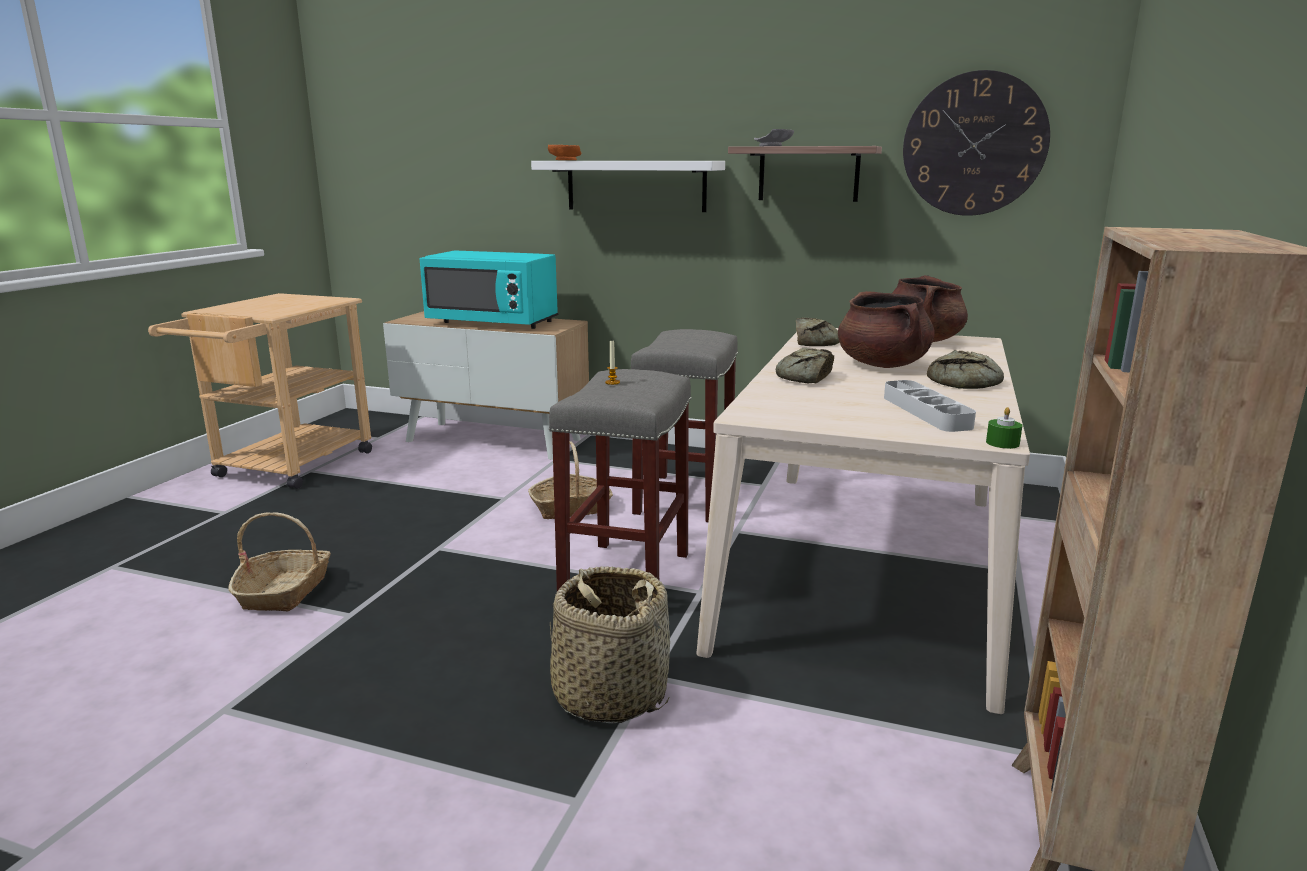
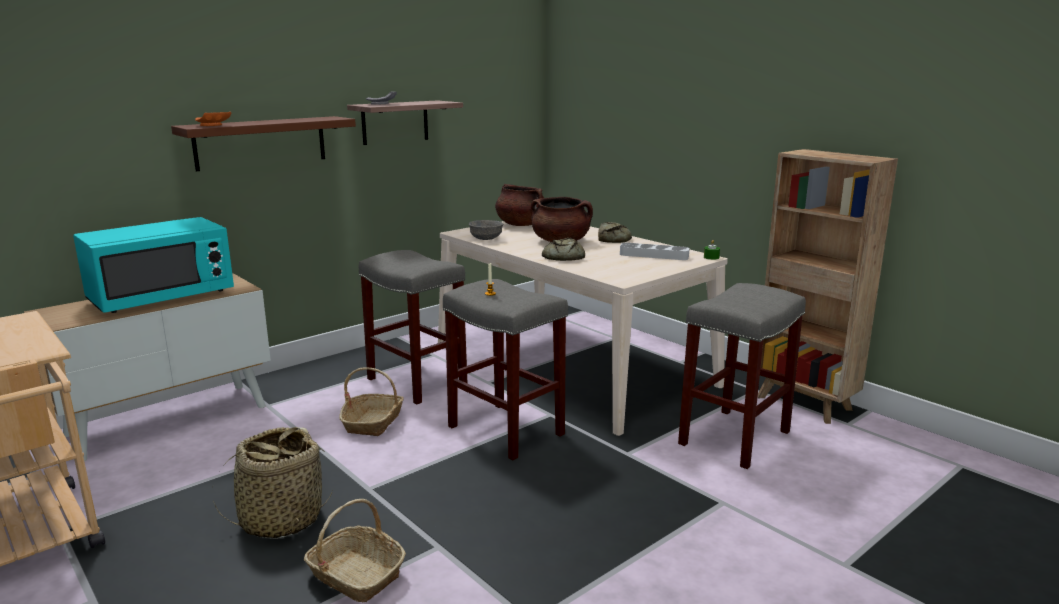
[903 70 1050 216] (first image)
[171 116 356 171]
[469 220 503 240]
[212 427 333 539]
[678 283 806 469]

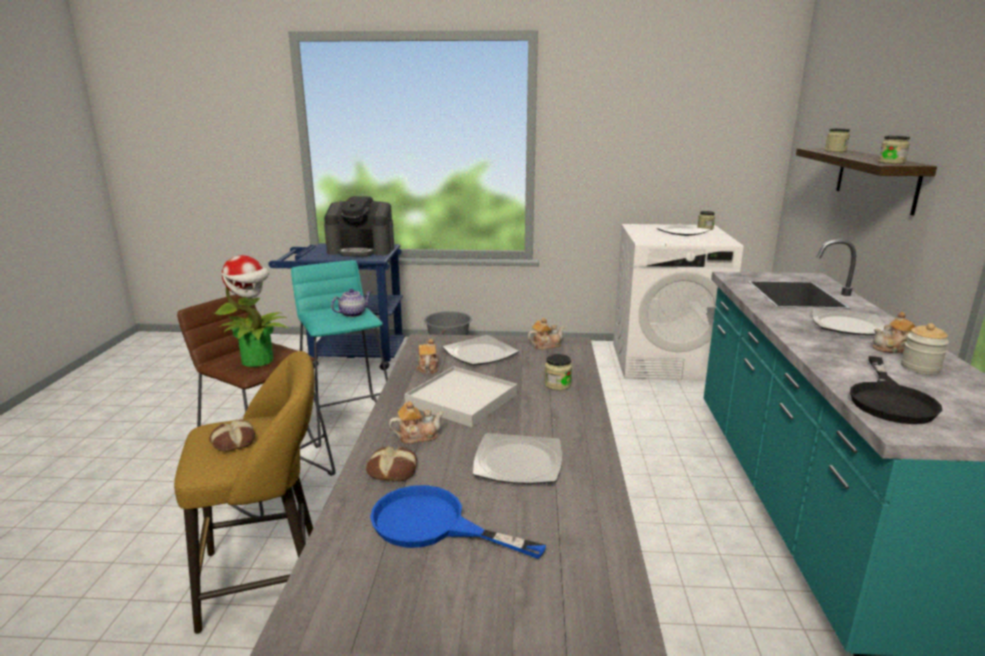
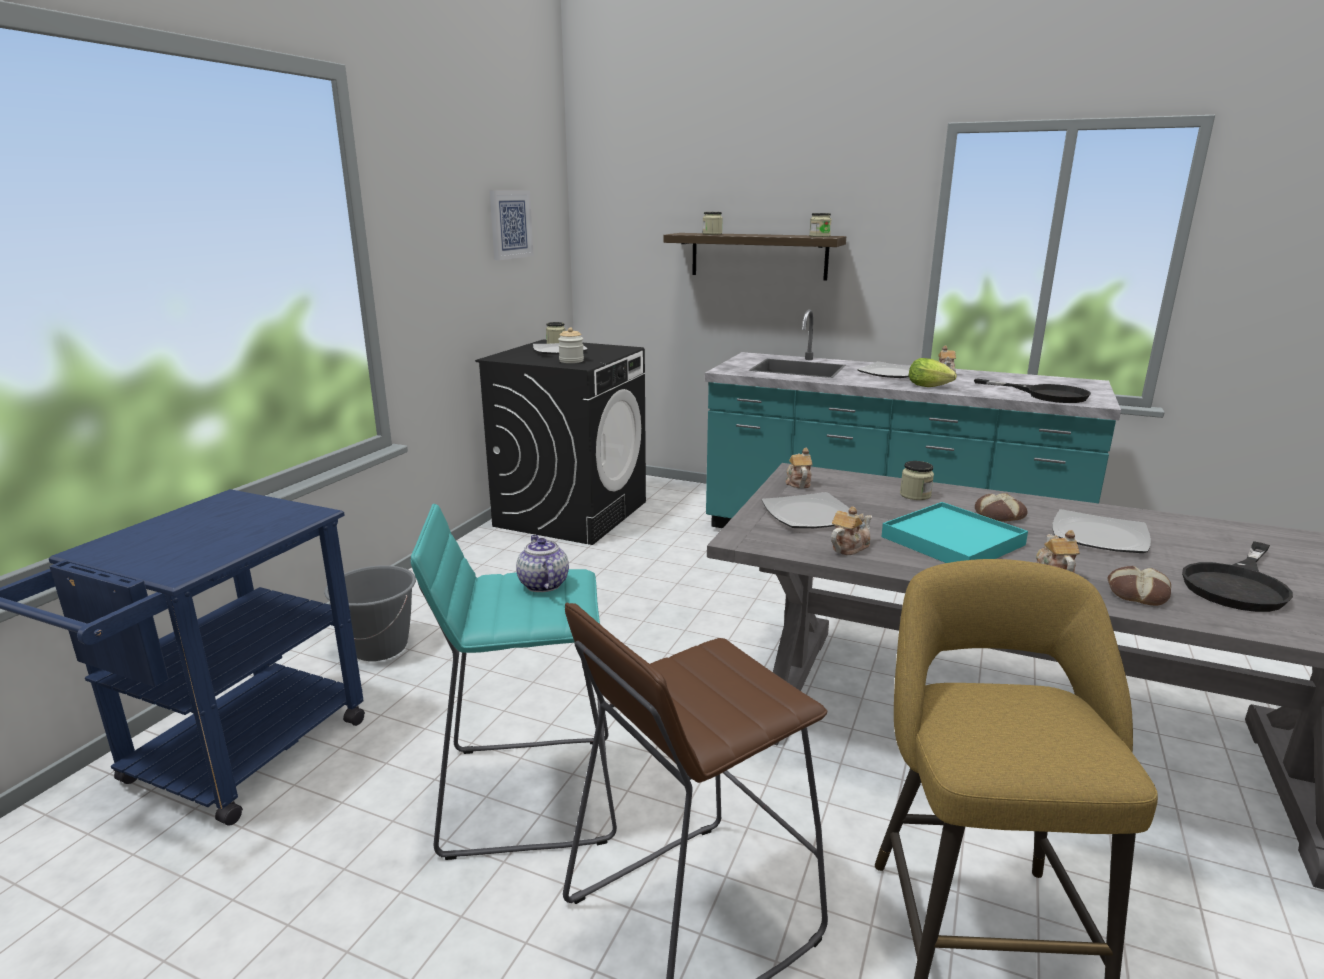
[324 196 394 257] (first image)
[475 339 646 545]
[214 255 289 367] (first image)
[558 327 584 363]
[831 507 872 555]
[881 502 1028 563]
[975 493 1027 522]
[1182 541 1293 612]
[490 191 534 260]
[909 358 957 387]

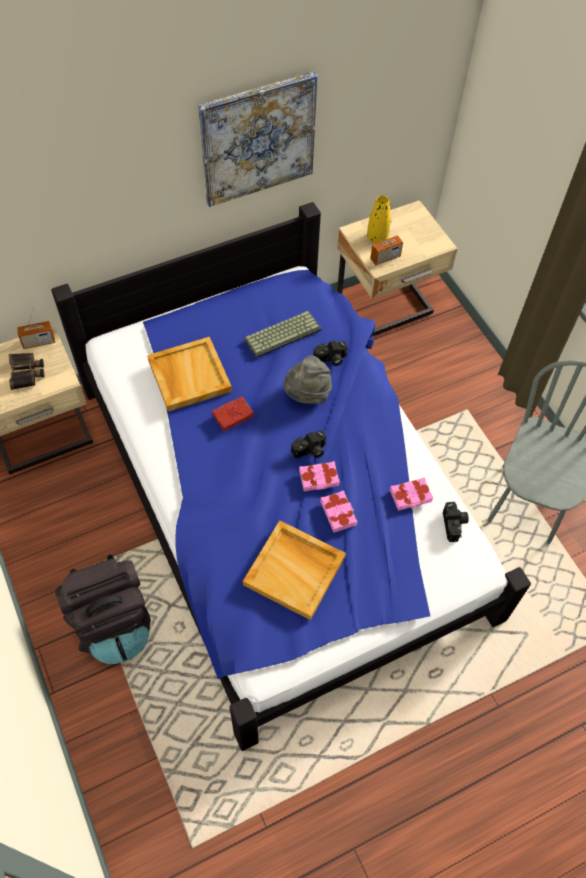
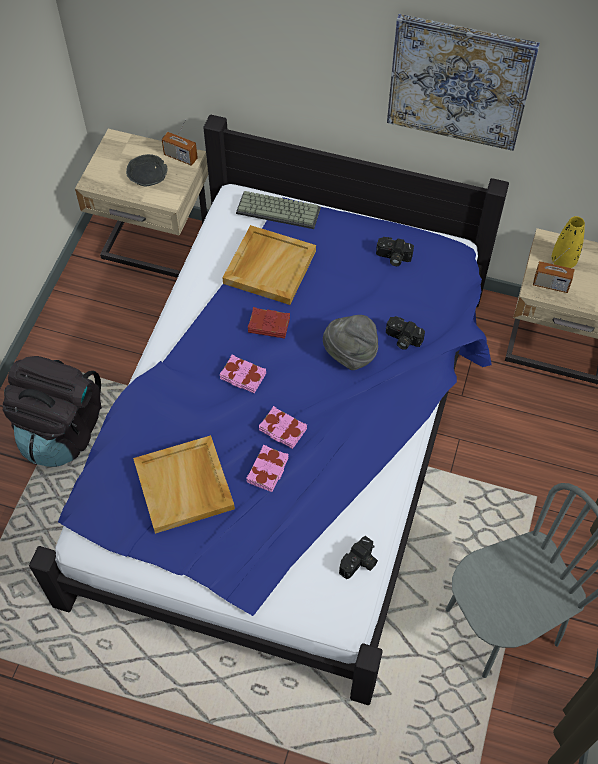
[236 191 321 229]
[126 154 167 186]
[376 237 414 266]
[220 355 266 393]

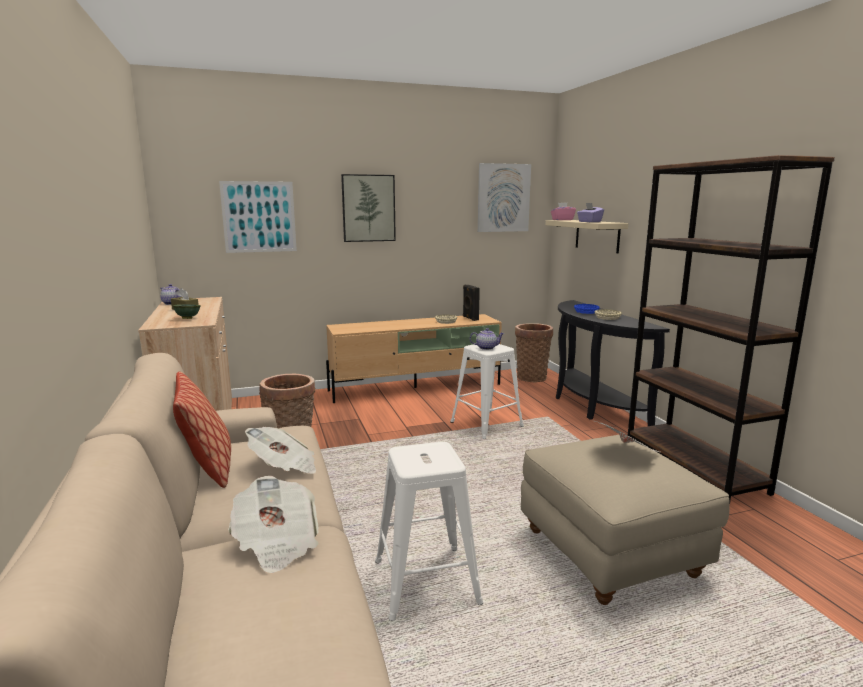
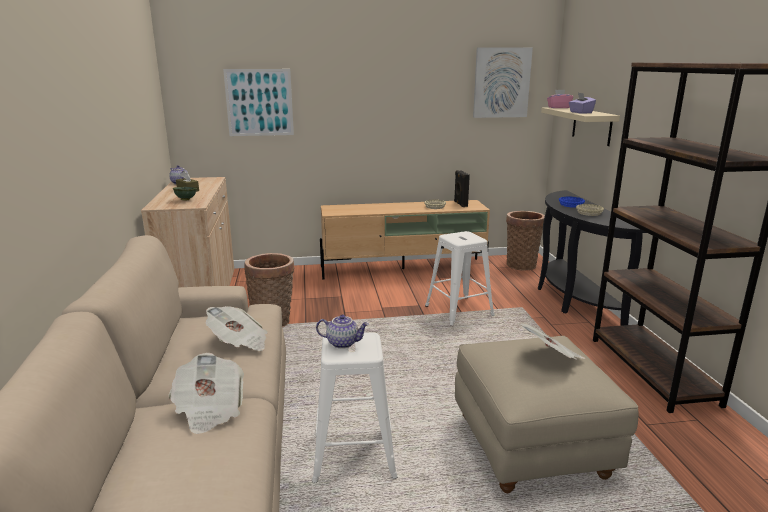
[341 174 396 242] (first image)
[316 315 369 349]
[173 371 231 488] (first image)

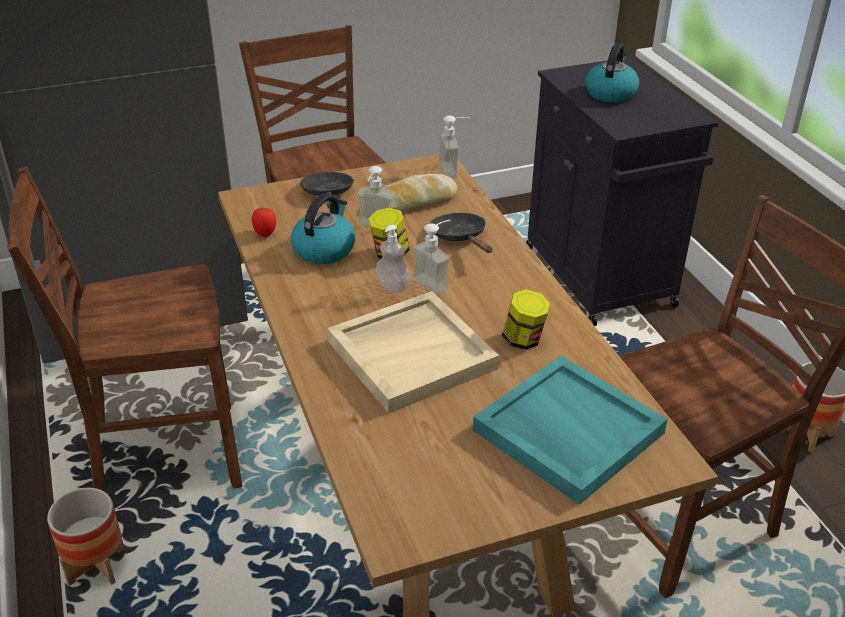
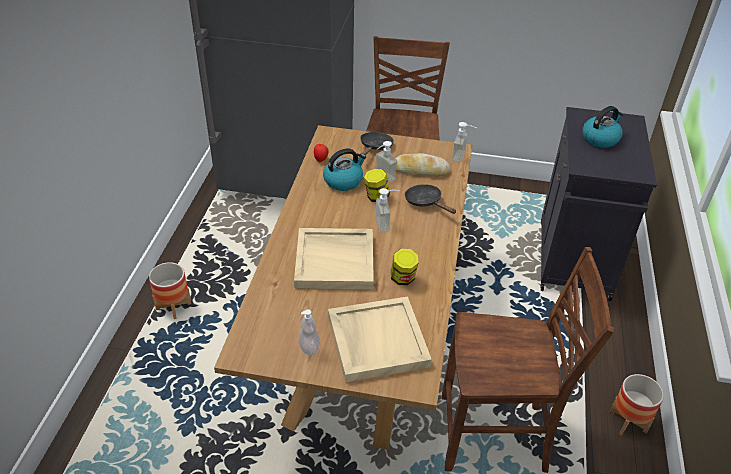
[7 167 242 492] (first image)
[405 184 456 214]
[299 309 320 355]
[328 296 432 383]

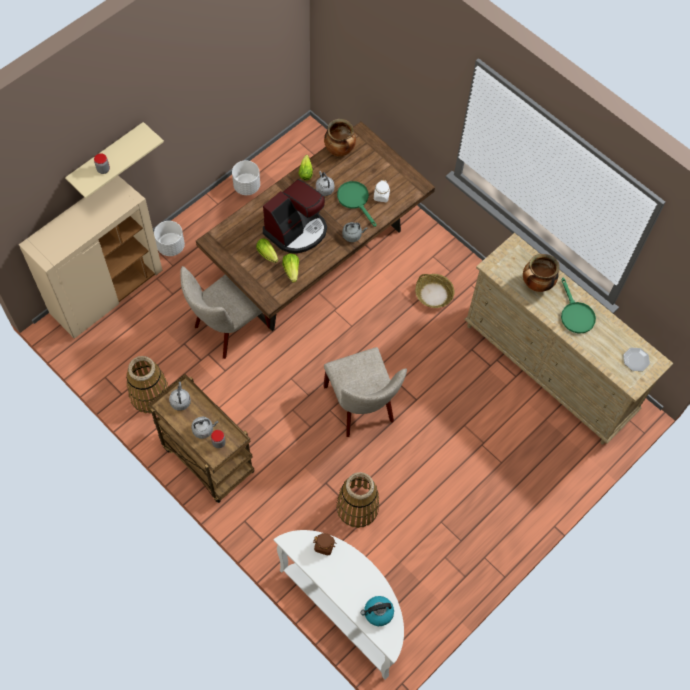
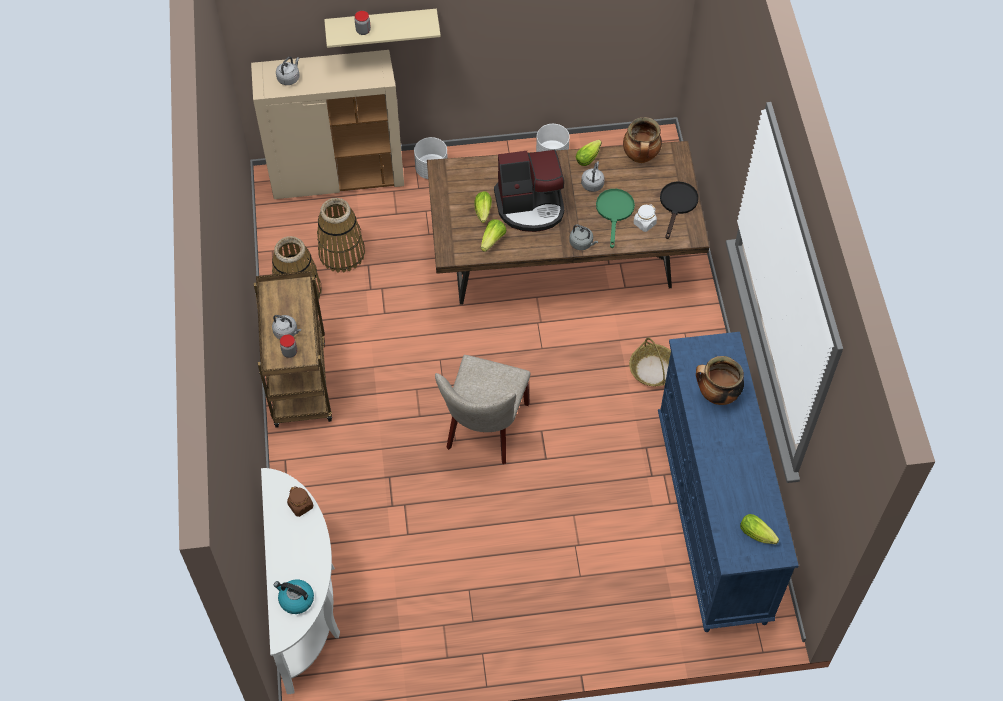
[658 332 799 632]
[180 266 270 359] (first image)
[561 278 596 334] (first image)
[740 514 779 544]
[276 56 300 85]
[317 198 365 272]
[660 181 699 239]

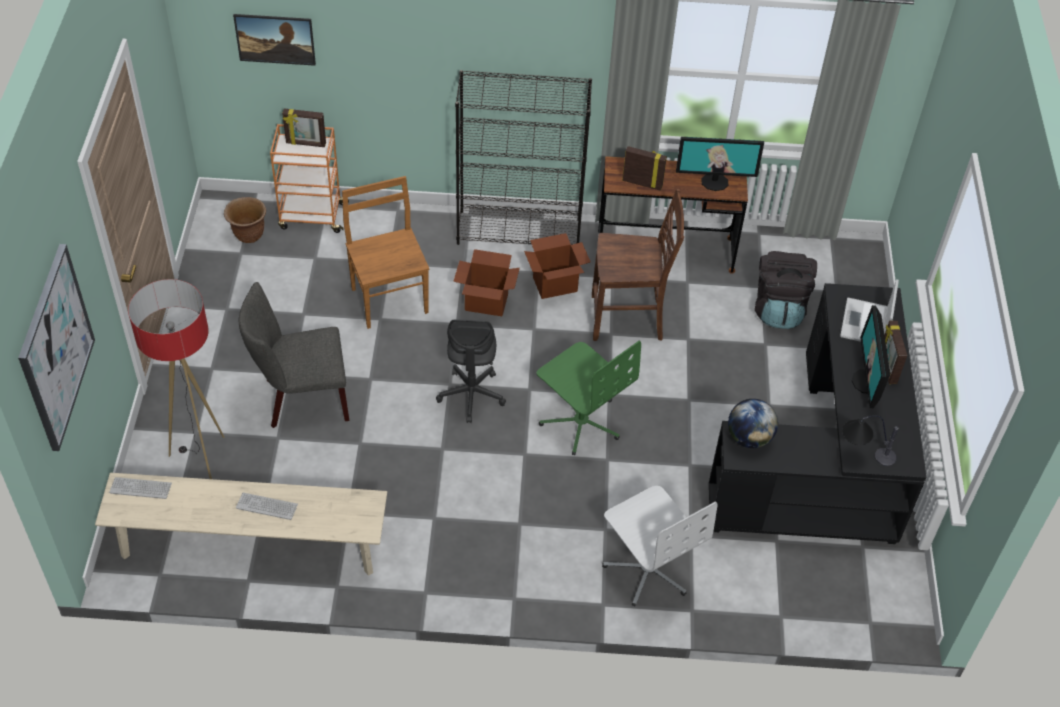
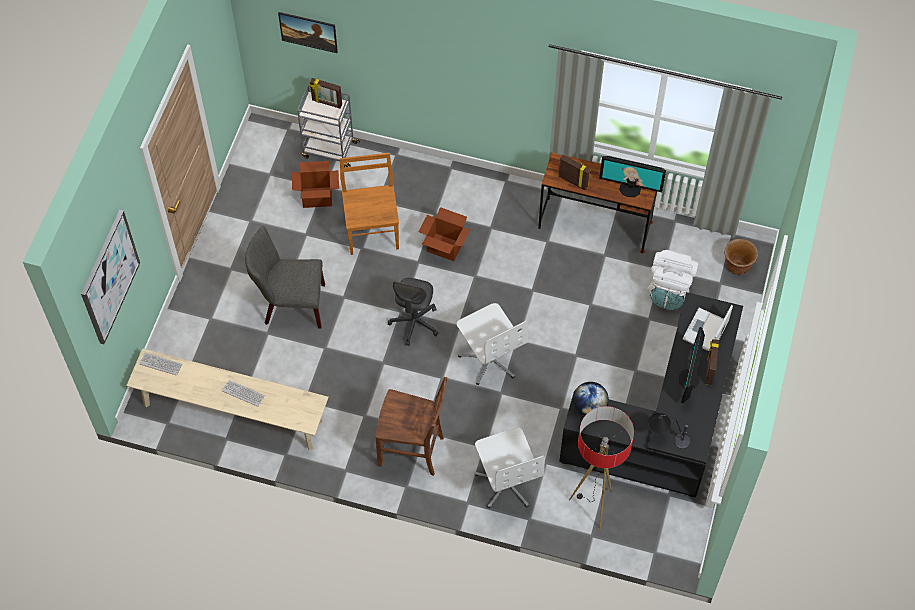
[455 70 592 245] (first image)
[297 85 360 168]
[375 377 447 476]
[724 239 758 275]
[292 161 339 208]
[647 250 698 310]
[569 406 634 530]
[456 303 528 385]

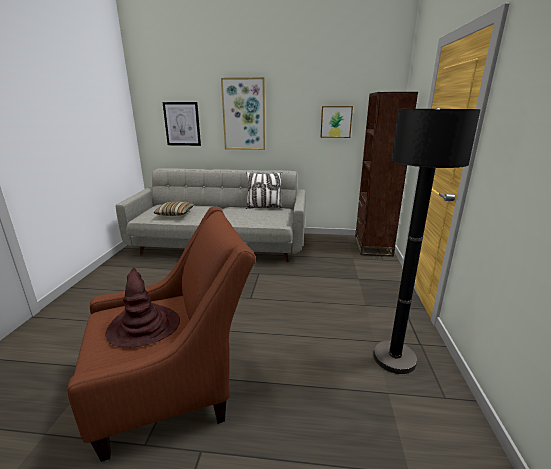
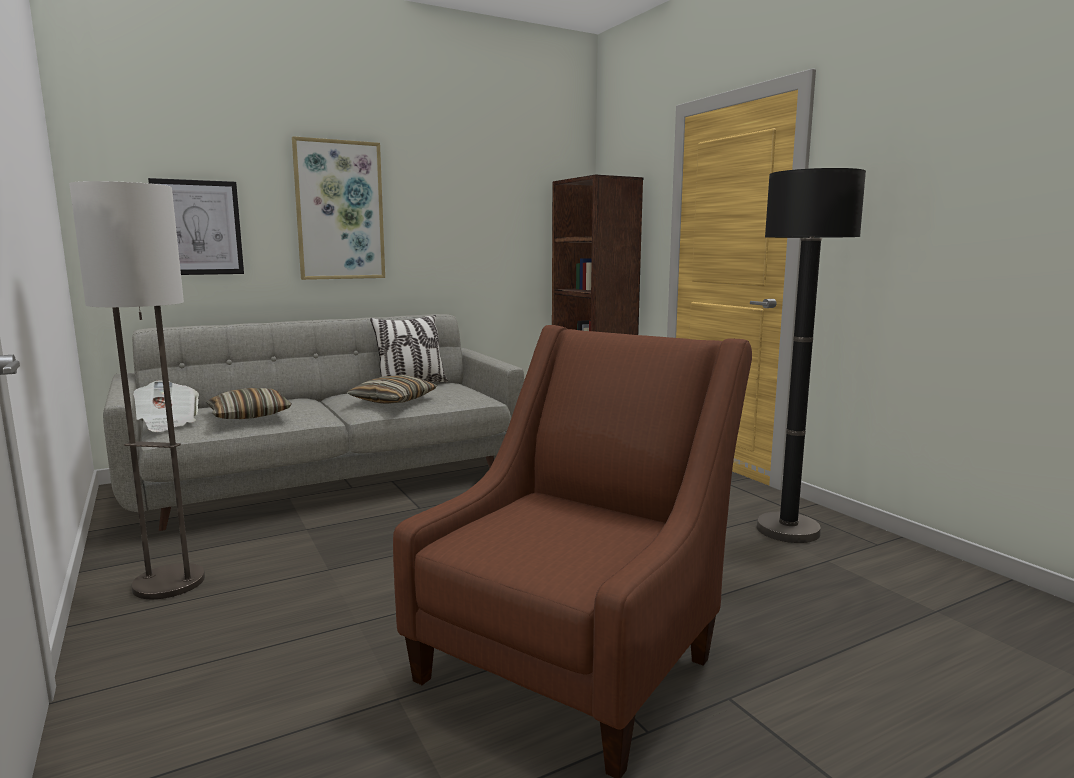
[321 106 353 138] (first image)
[105 268 180 348] (first image)
[69 181 205 599]
[346 375 437 404]
[133 380 199 432]

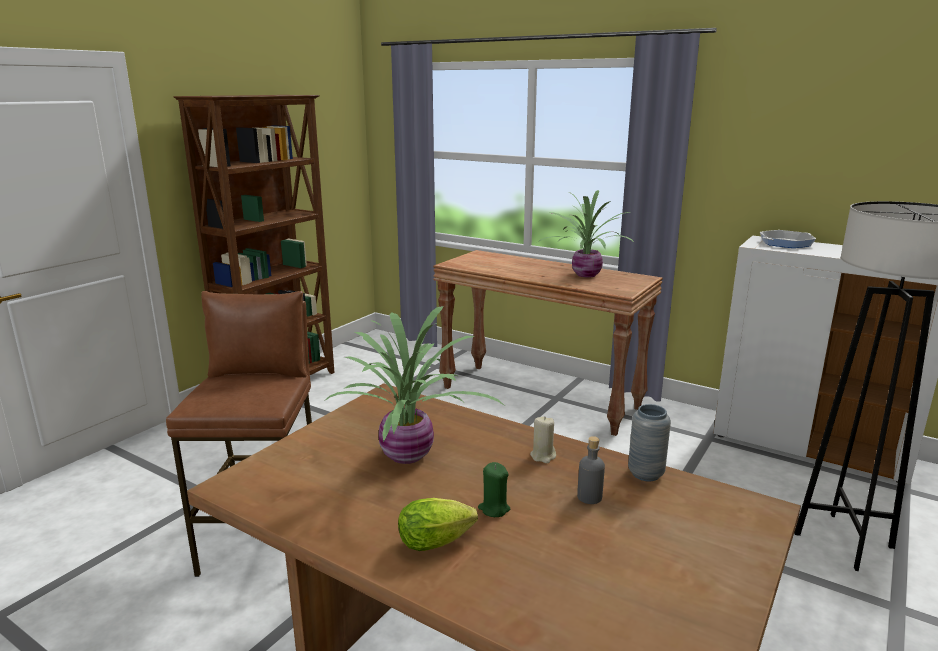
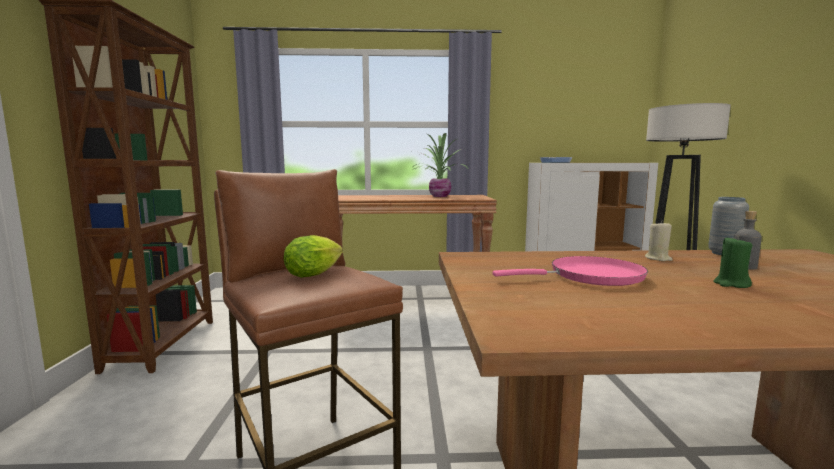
[493 256 648 286]
[284 235 343 278]

